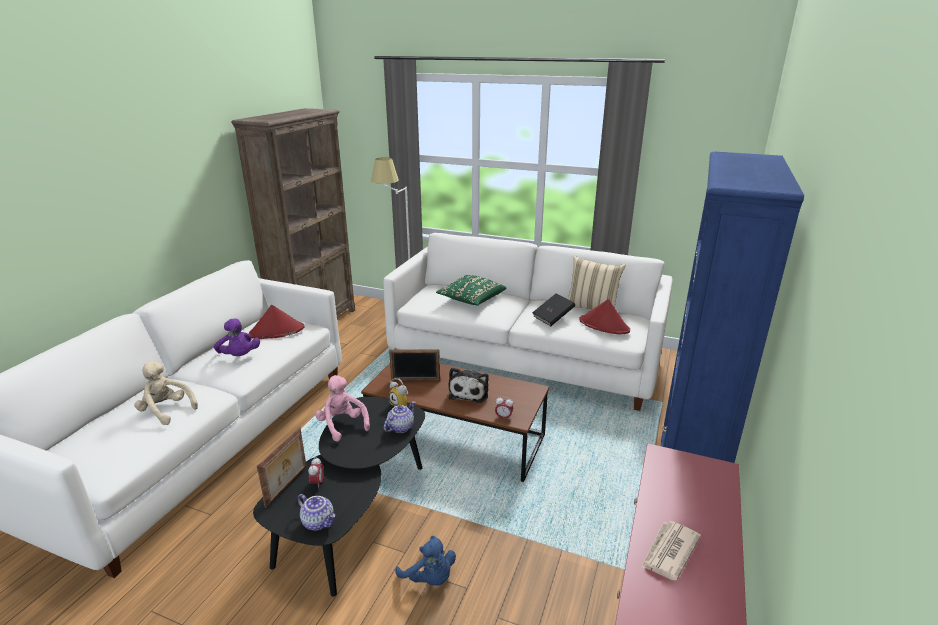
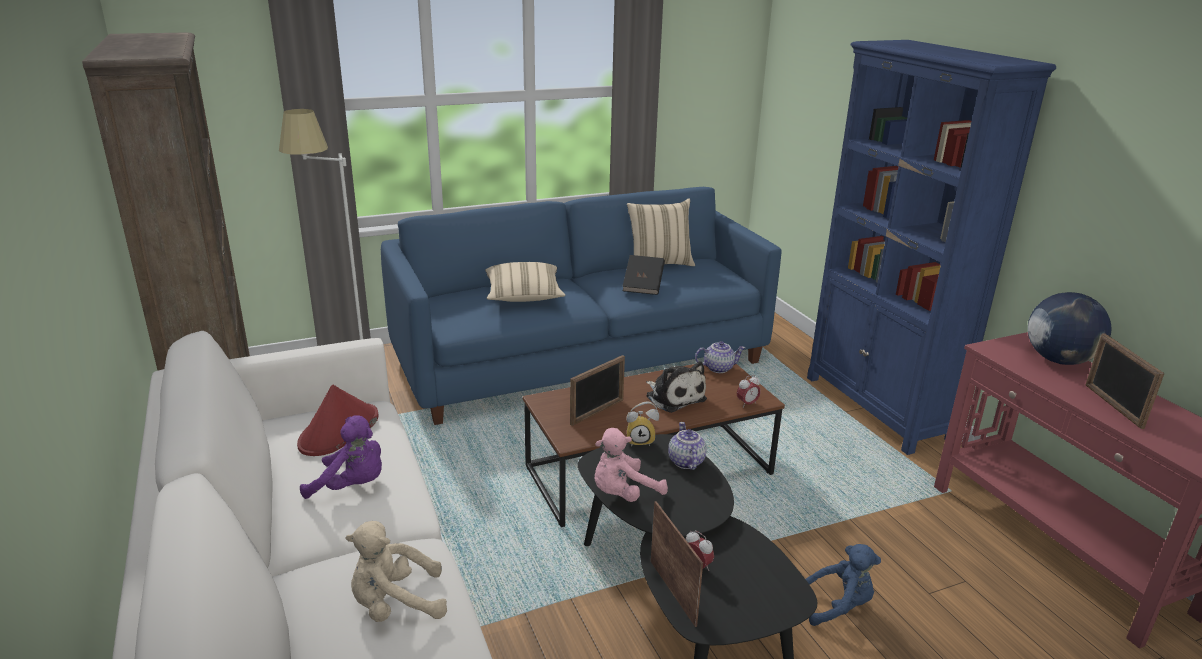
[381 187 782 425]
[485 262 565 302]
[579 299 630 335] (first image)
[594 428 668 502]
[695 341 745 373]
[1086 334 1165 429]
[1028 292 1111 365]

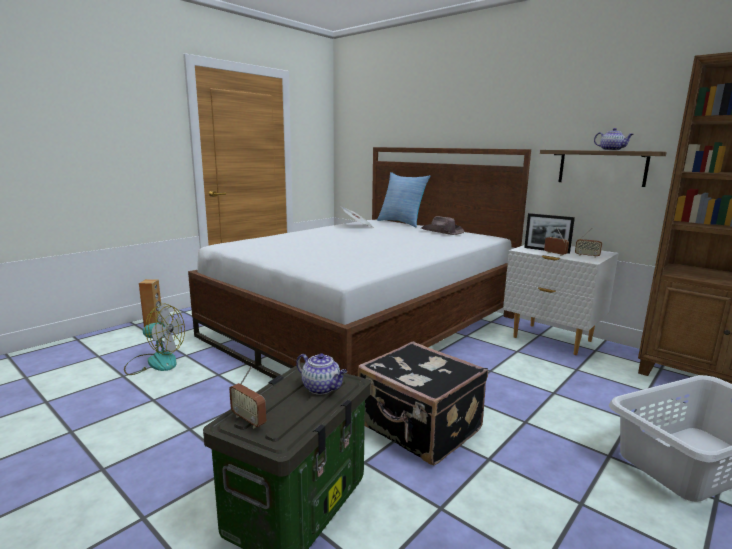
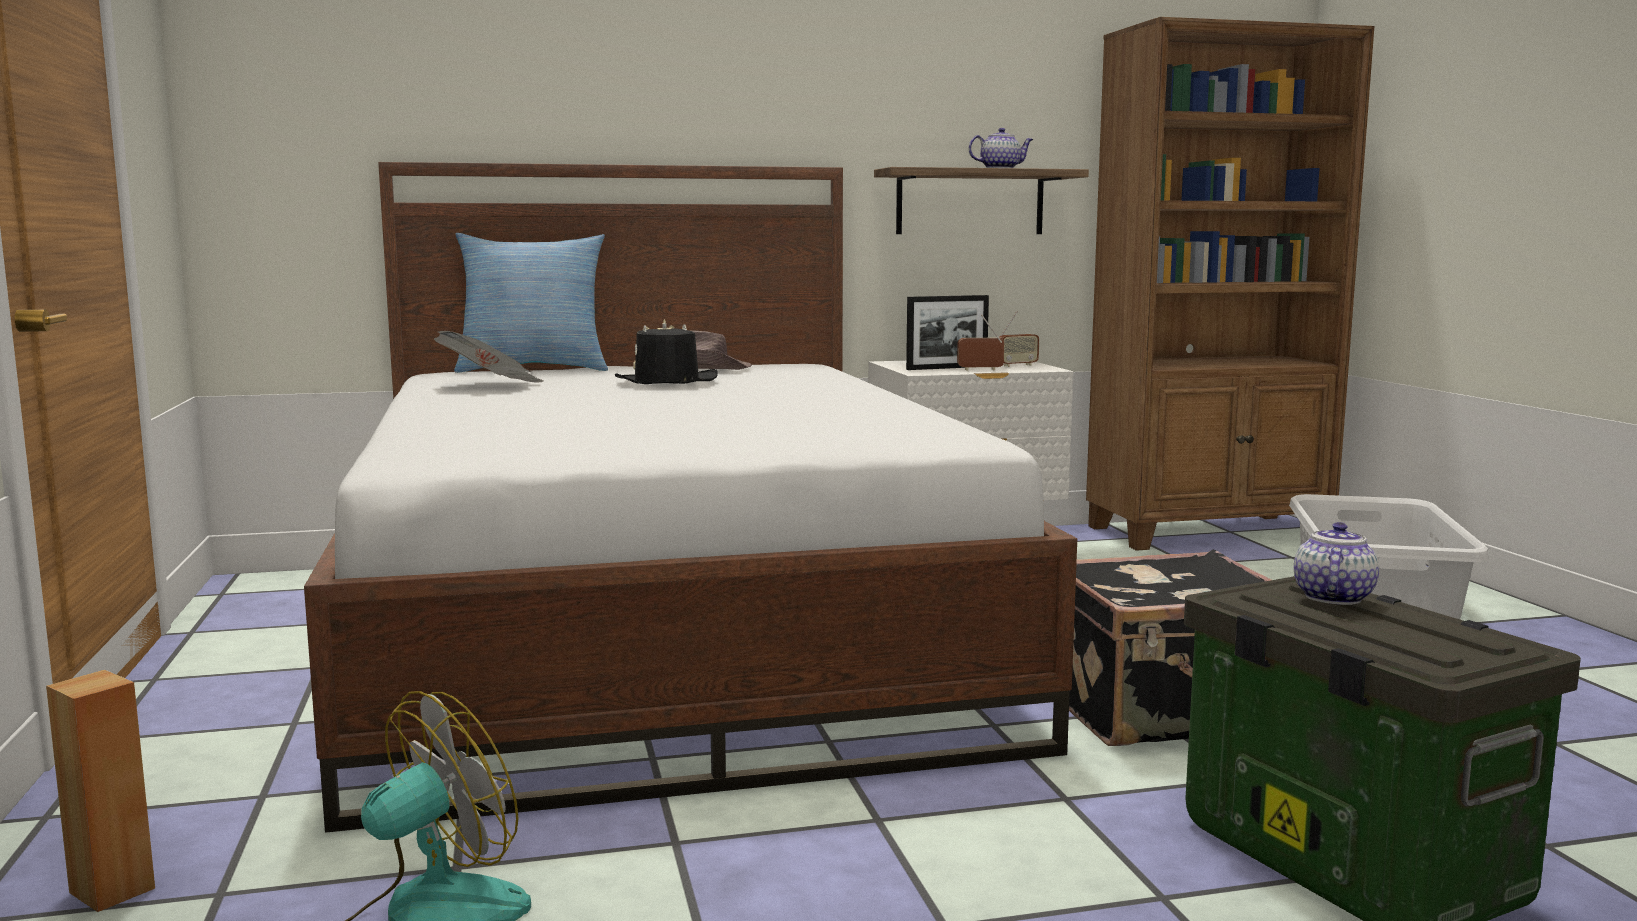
[1294 522 1379 605]
[229 367 266 429] (first image)
[615 319 718 384]

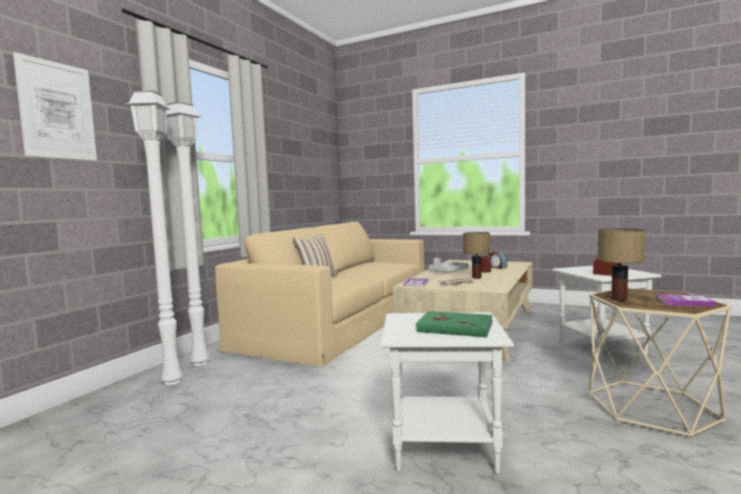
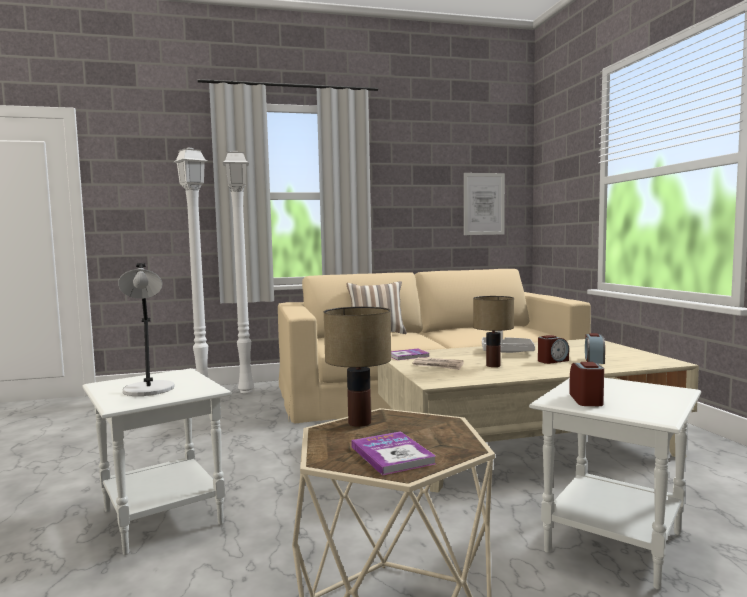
[464 173 505 235]
[118 263 175 396]

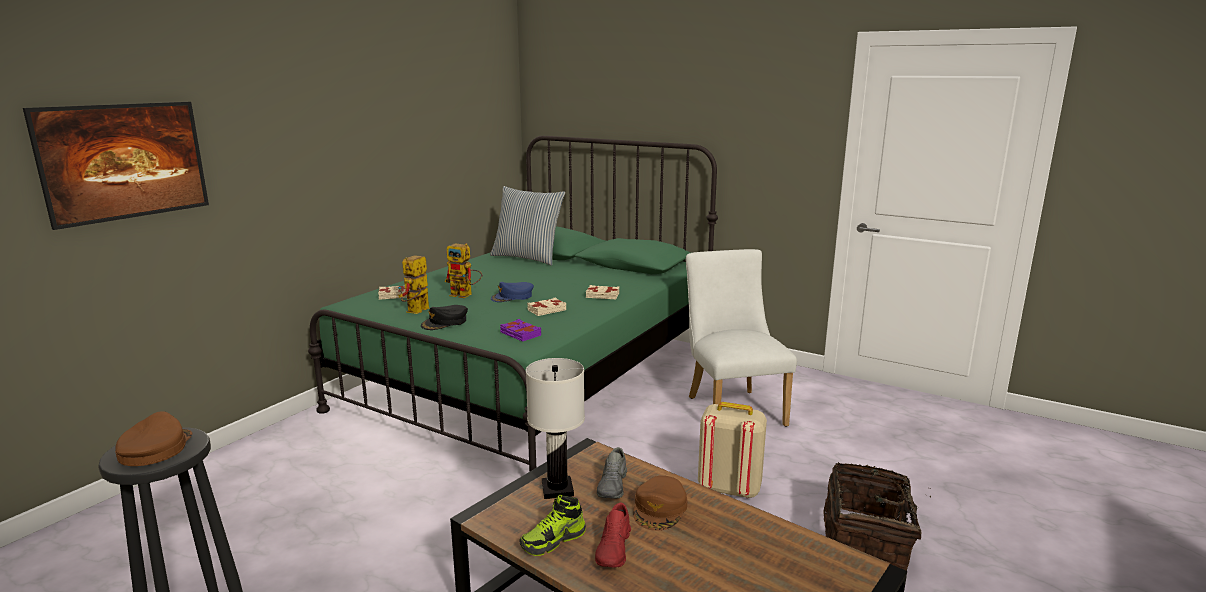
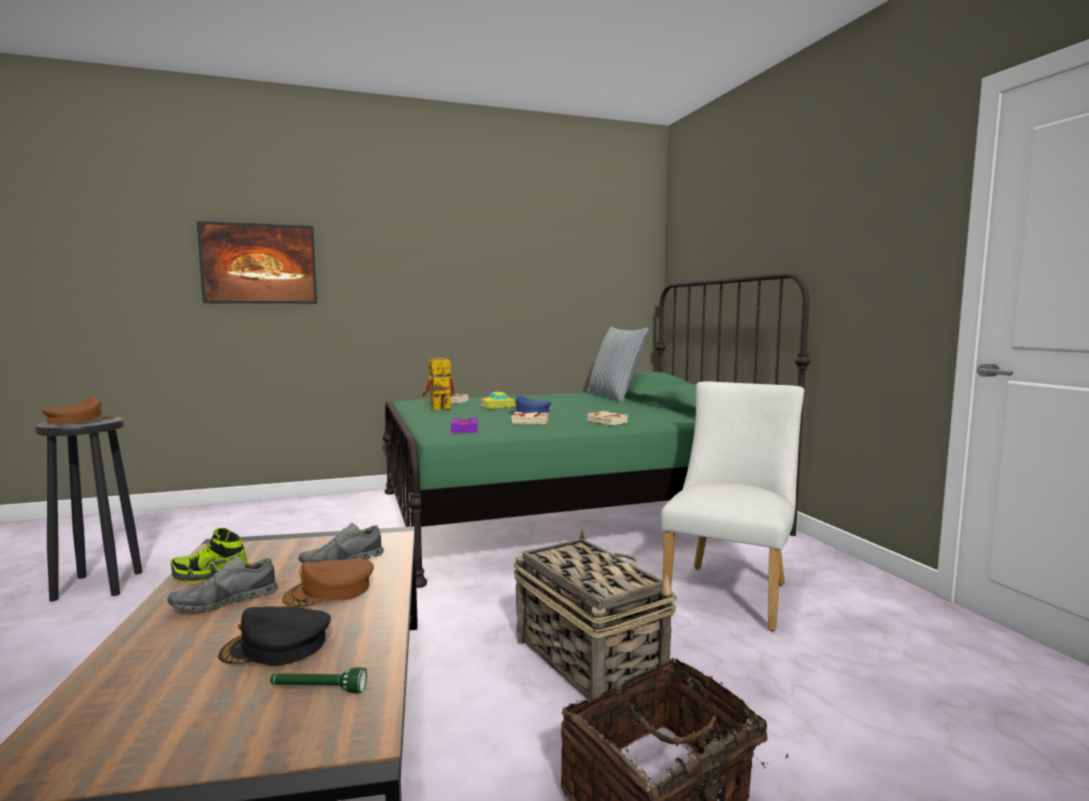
[481 391 516 409]
[218 606 331 666]
[526 358 585 499] (first image)
[514 529 677 700]
[167 556 278 612]
[270 667 367 693]

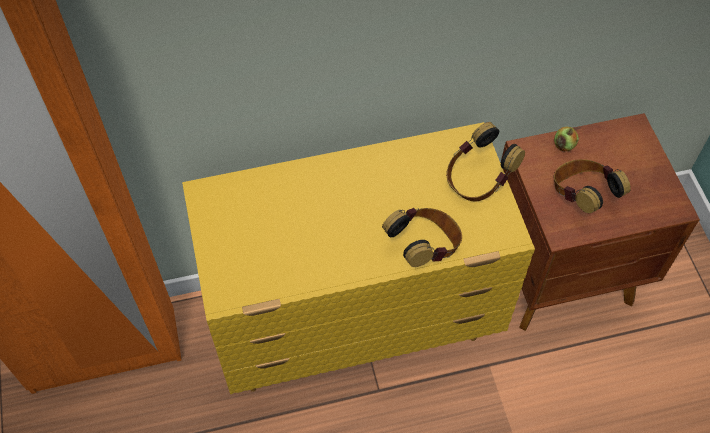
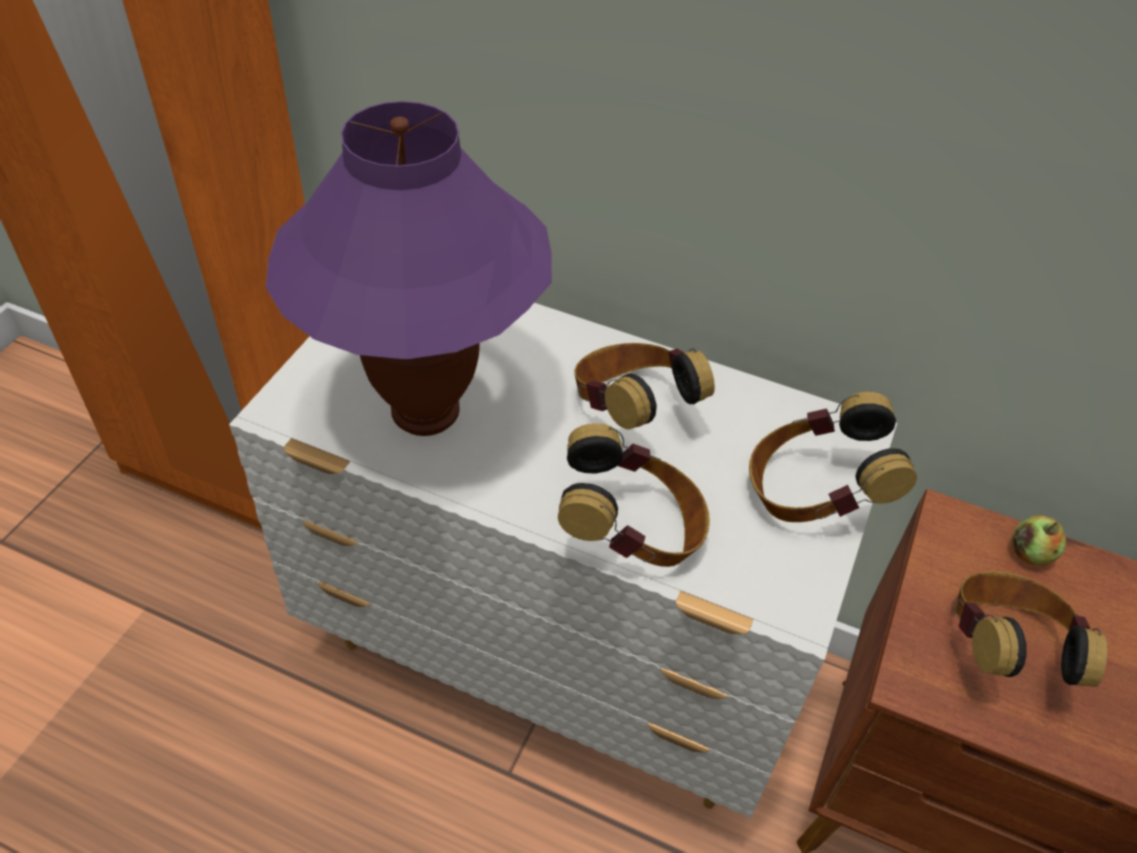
[229 303 897 819]
[266 101 552 436]
[575 343 715 429]

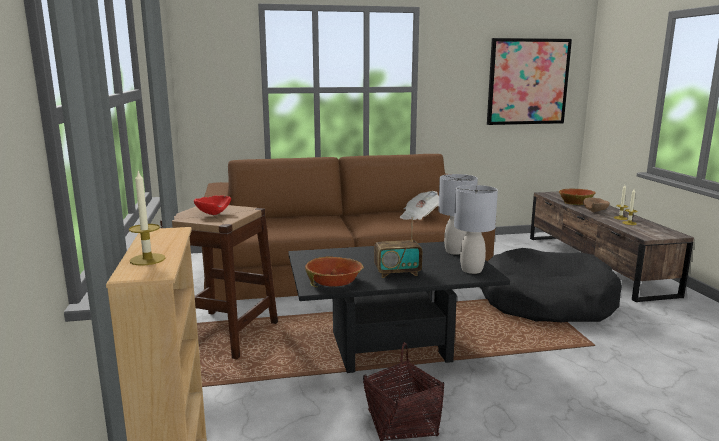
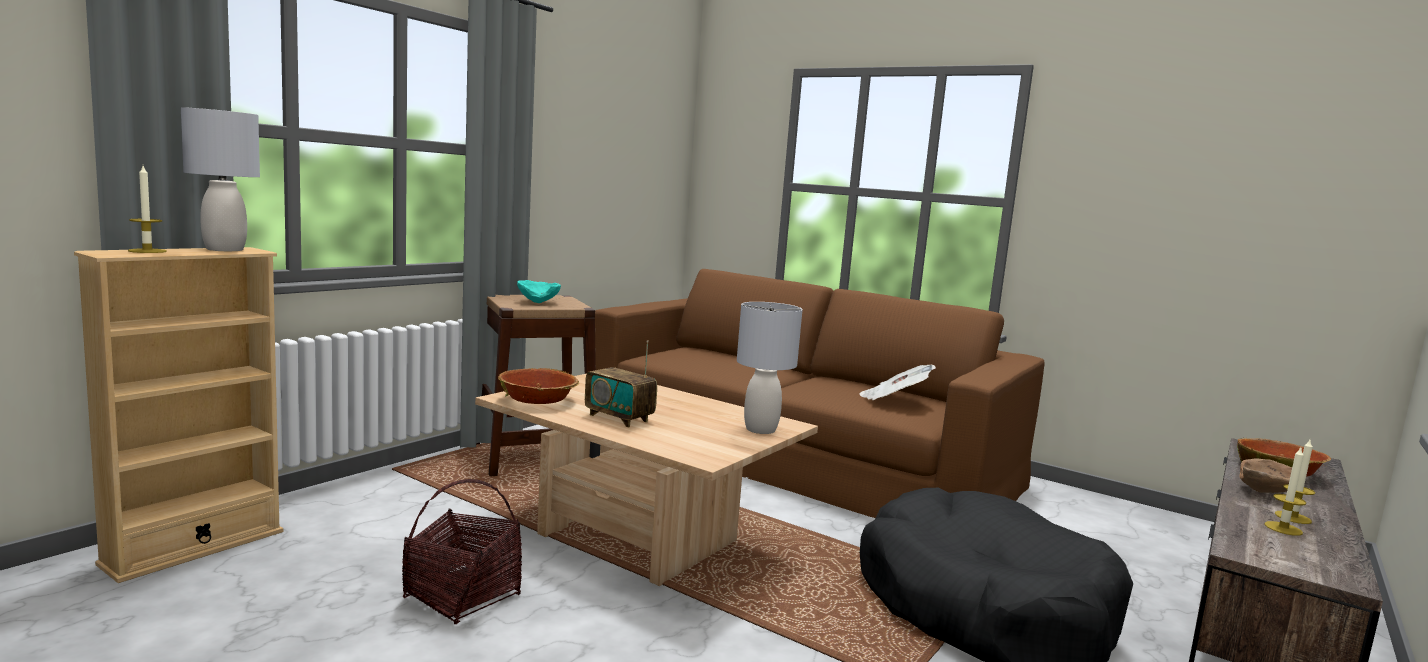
[487 38 572 125] (first image)
[181 107 260 251]
[517 280 561 303]
[475 374 818 586]

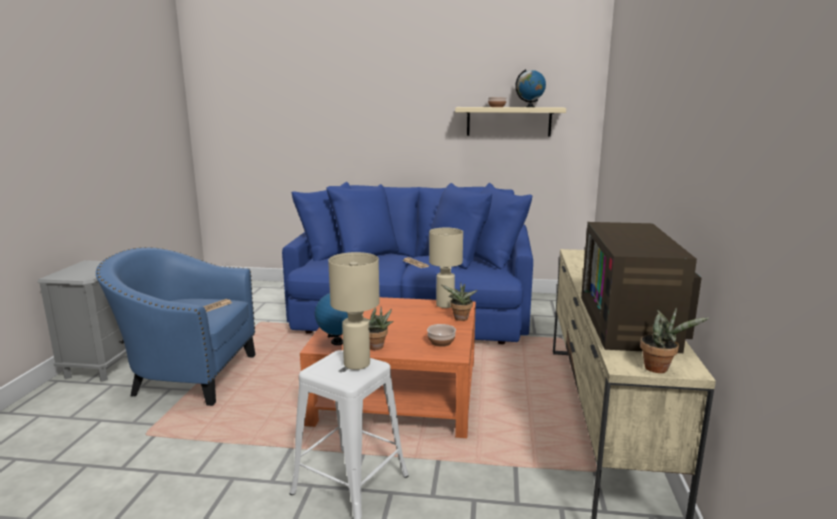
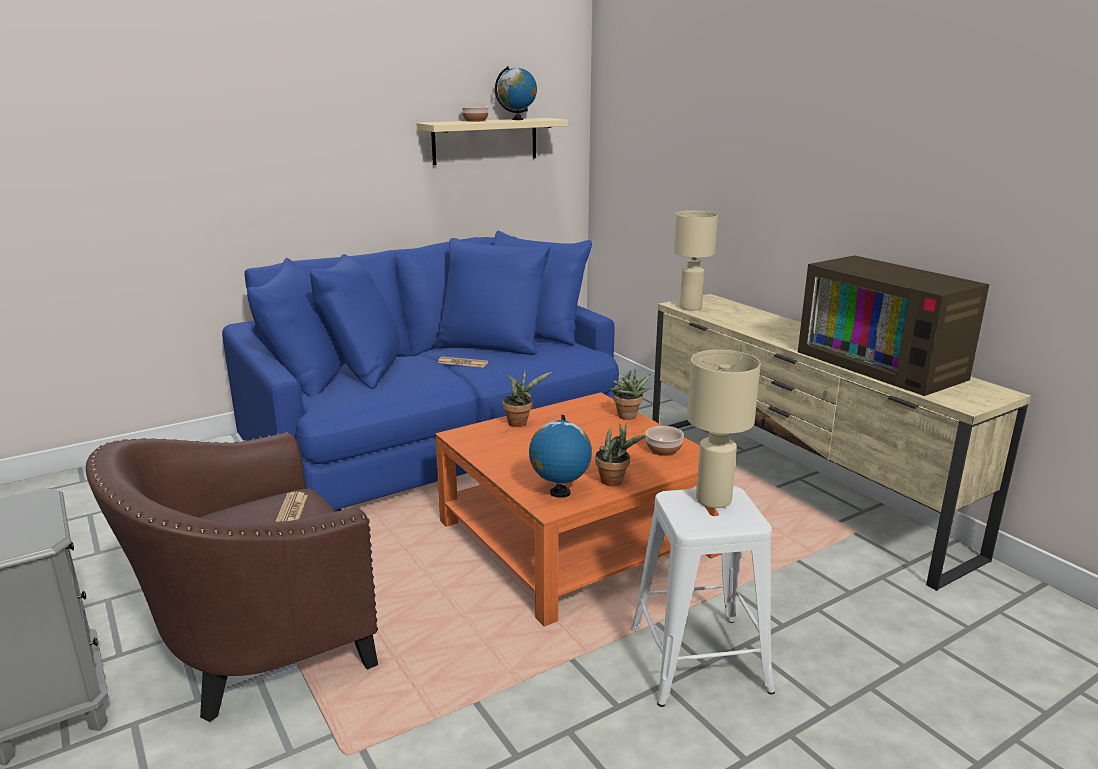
[674 211 718 311]
[86 432 378 722]
[502 369 552 427]

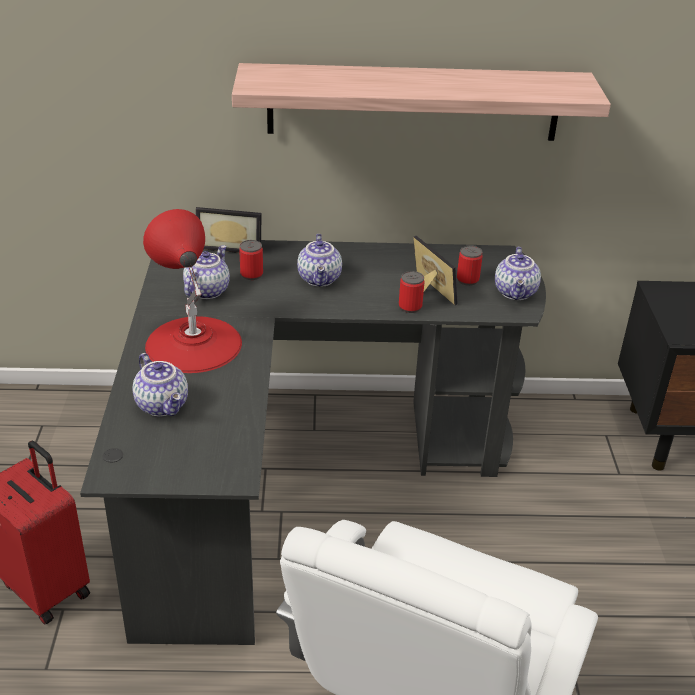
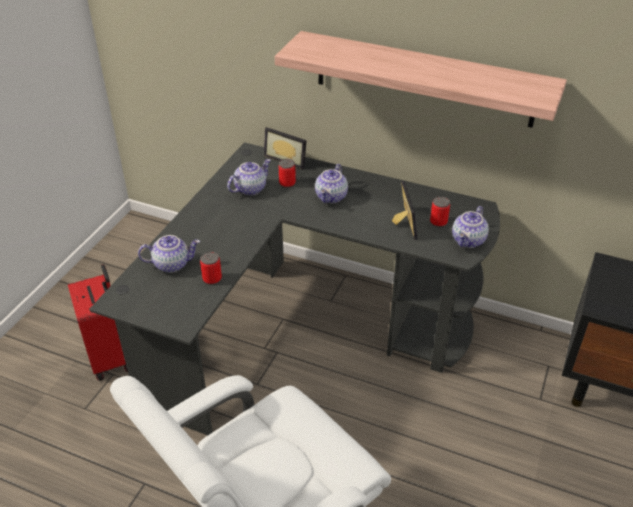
[143 209 242 373] (first image)
[200 251 222 285]
[138 235 200 273]

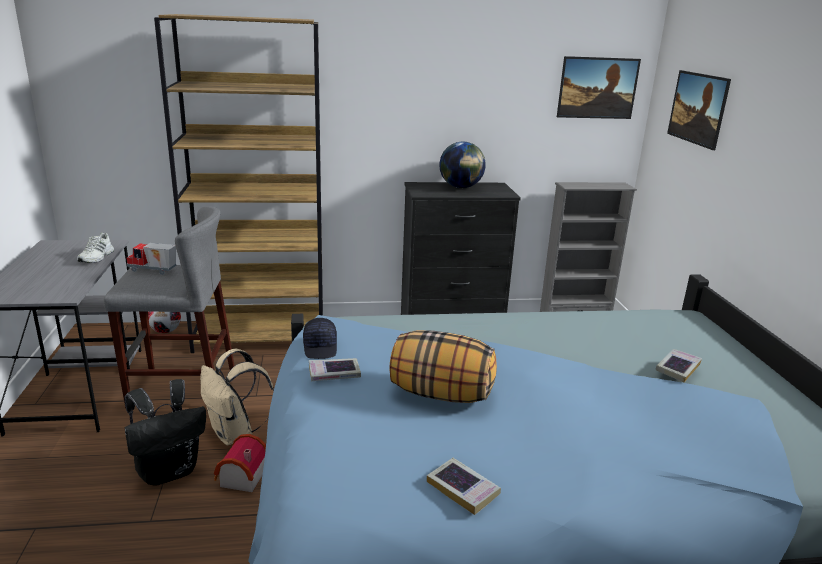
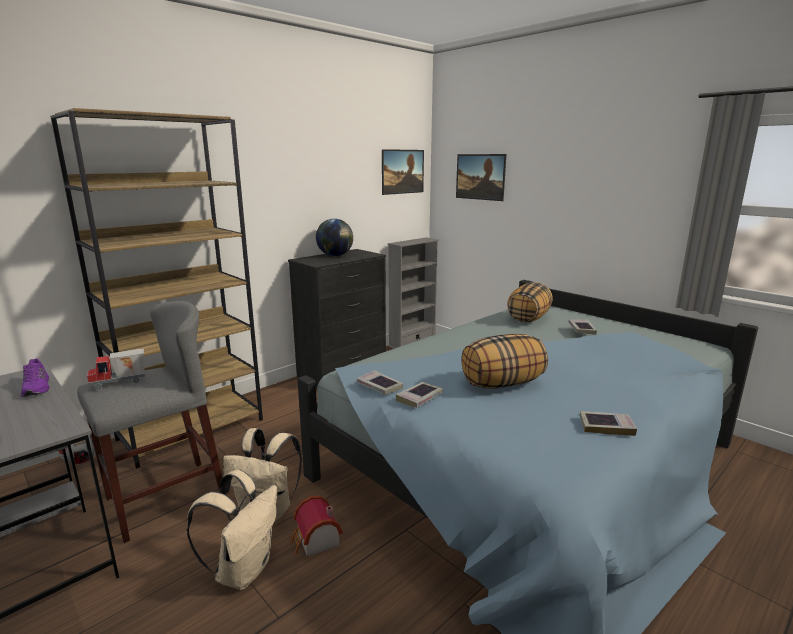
[21 358 49 397]
[357 370 403 395]
[187 470 277 590]
[507 282 553 322]

